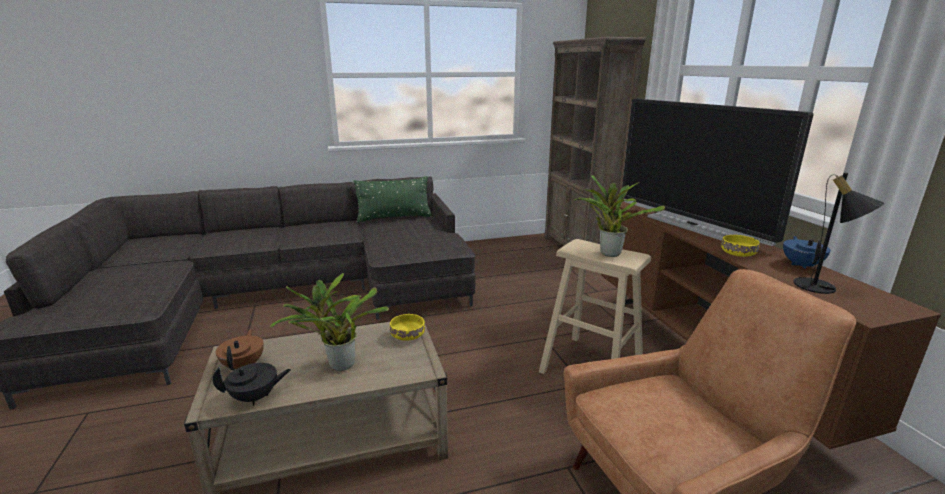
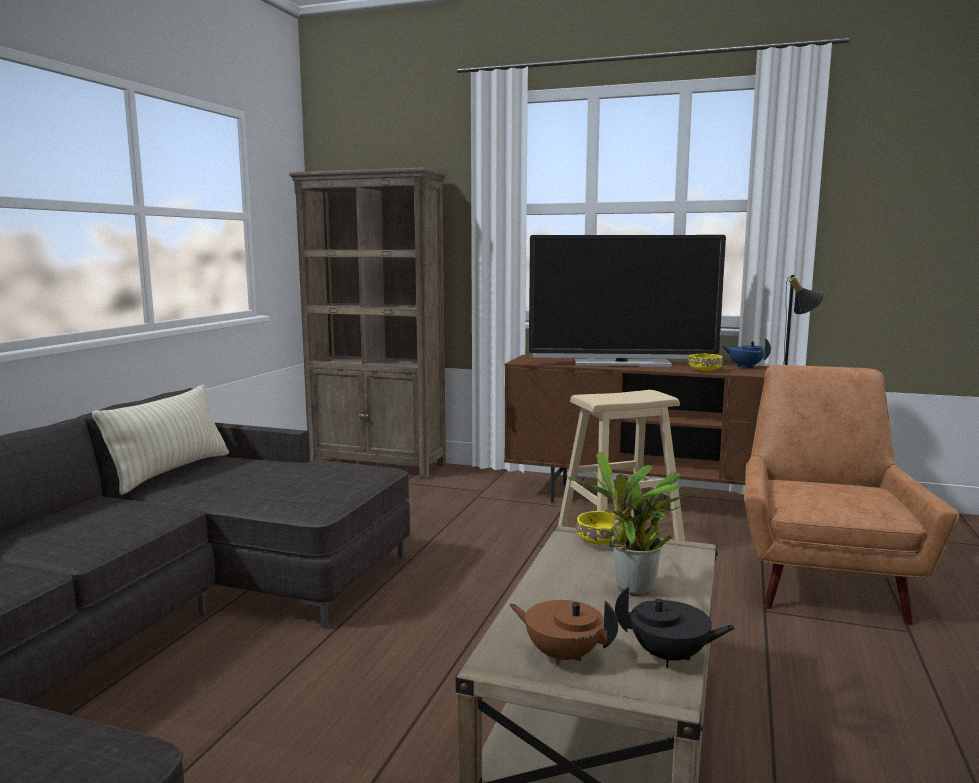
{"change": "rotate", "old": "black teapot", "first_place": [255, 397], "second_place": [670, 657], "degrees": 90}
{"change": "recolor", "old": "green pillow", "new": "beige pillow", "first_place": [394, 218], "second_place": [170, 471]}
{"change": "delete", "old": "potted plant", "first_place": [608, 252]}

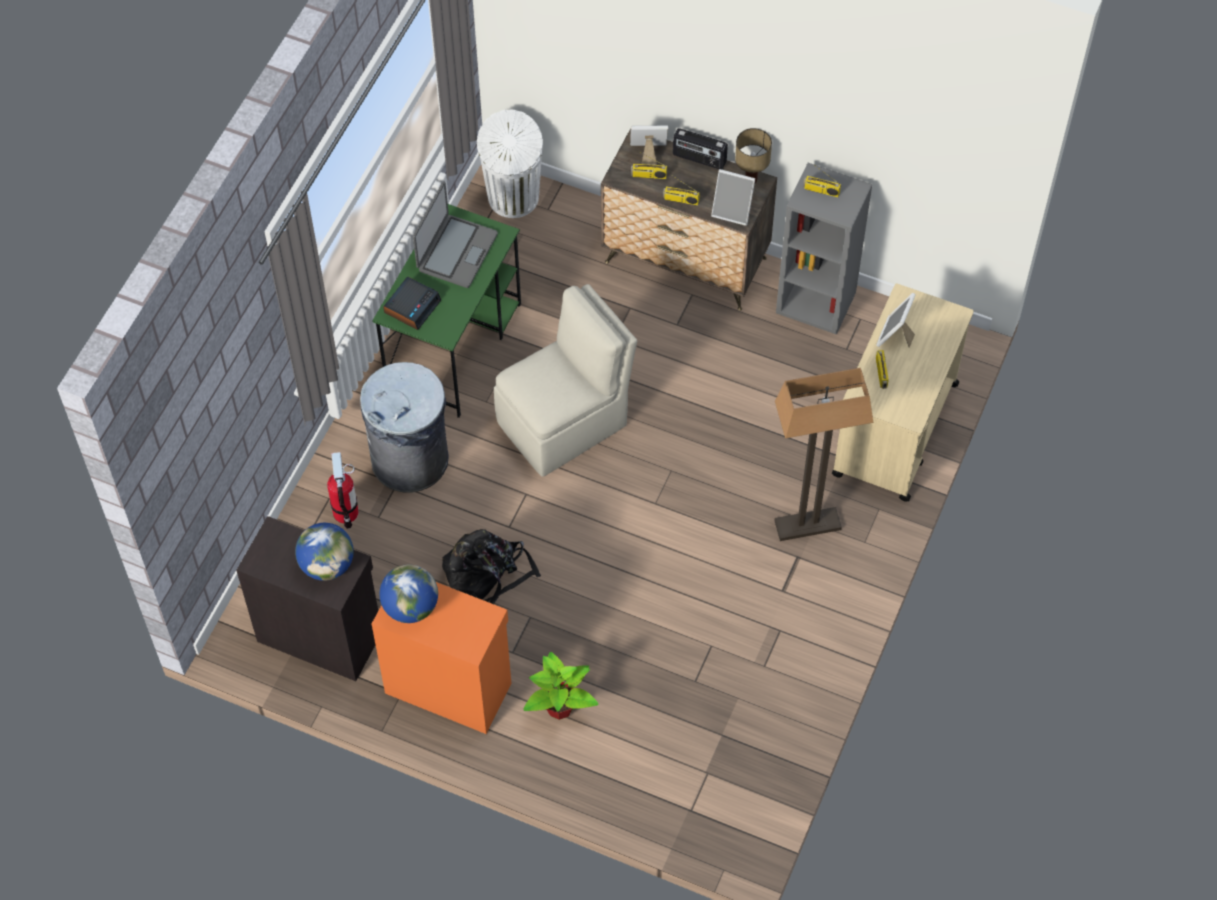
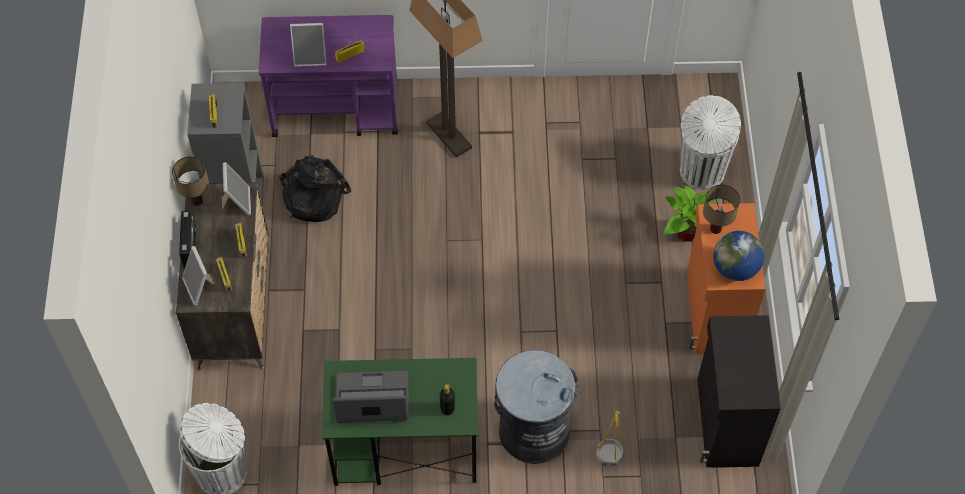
{"change": "delete", "old": "globe", "first_place": [327, 565]}
{"change": "replace", "old": "fire extinguisher", "new": "yellow planter", "first_place": [346, 512], "second_place": [609, 457]}
{"change": "replace", "old": "alarm clock", "new": "black bottle", "first_place": [412, 306], "second_place": [447, 409]}
{"change": "move", "old": "black backpack", "first_place": [487, 575], "second_place": [312, 196]}
{"change": "delete", "old": "beige chair", "first_place": [565, 422]}
{"change": "recolor", "old": "beige cart", "new": "purple cart", "first_place": [894, 430], "second_place": [336, 110]}
{"change": "insert", "new": "white trash can", "second_place": [701, 172]}
{"change": "insert", "new": "table lamp", "second_place": [716, 229]}

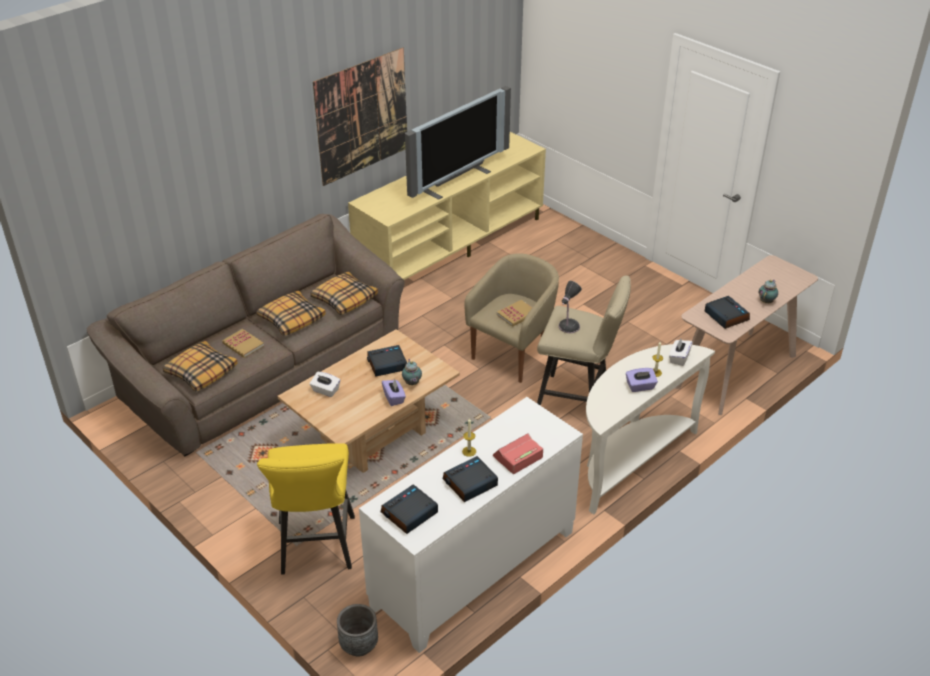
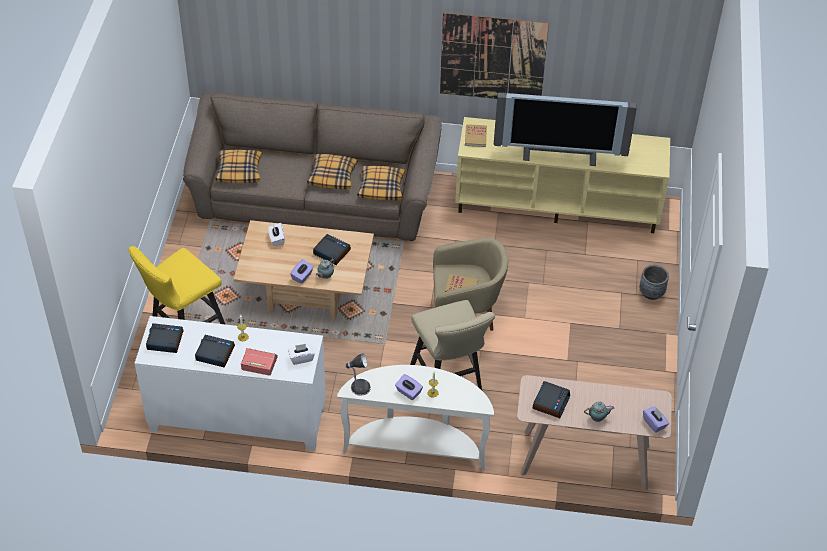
{"change": "move", "old": "book", "first_place": [243, 345], "second_place": [475, 136]}
{"change": "move", "old": "grey planter", "first_place": [359, 645], "second_place": [651, 293]}
{"change": "move", "old": "table lamp", "first_place": [568, 327], "second_place": [359, 387]}
{"change": "move", "old": "white tissue box", "first_place": [679, 358], "second_place": [301, 358]}
{"change": "insert", "new": "purple tissue box", "second_place": [654, 423]}

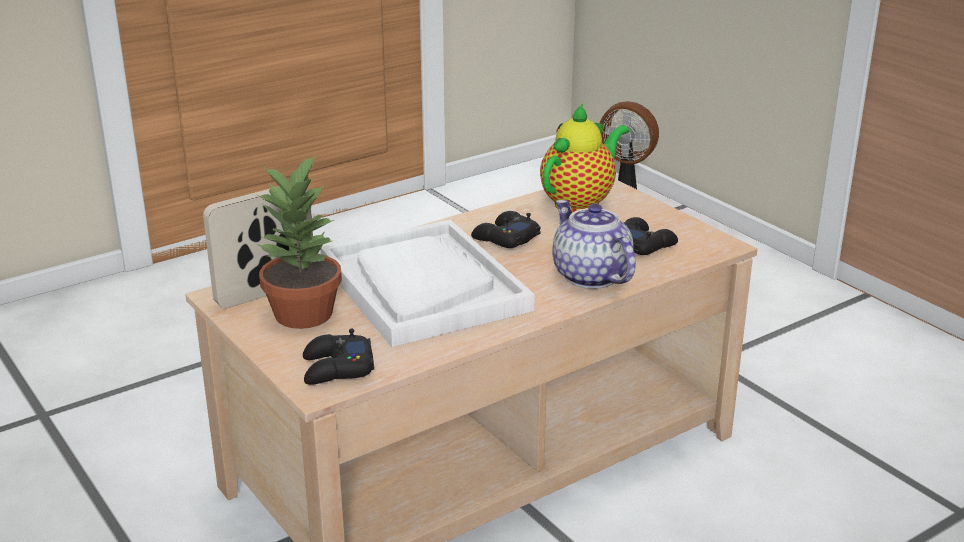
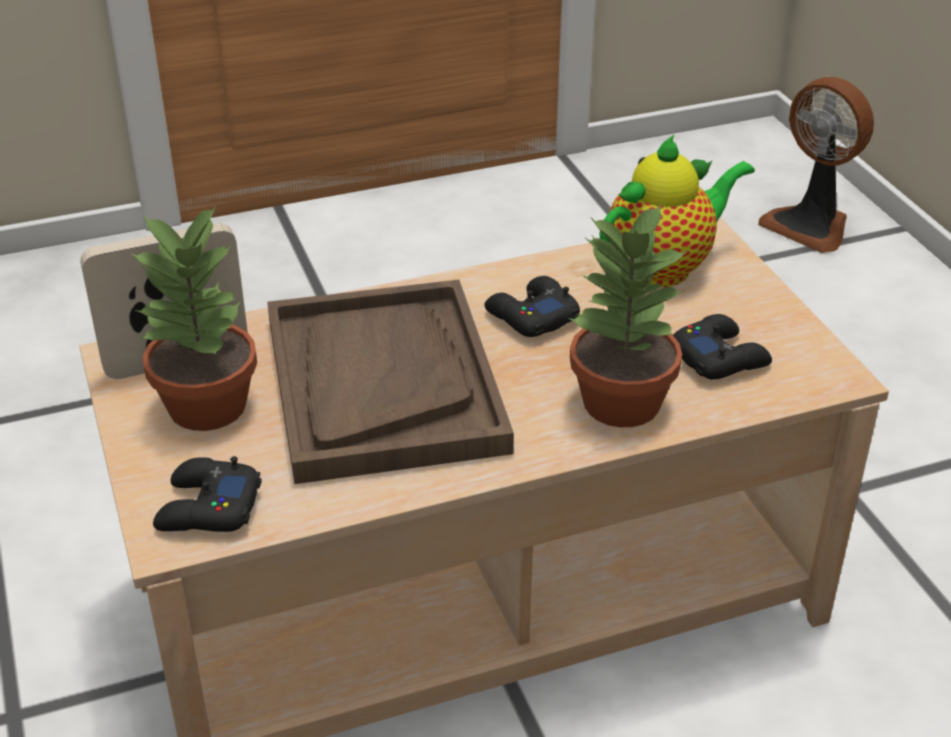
{"change": "recolor", "old": "white tray", "new": "brown tray", "first_place": [422, 286], "second_place": [383, 383]}
{"change": "replace", "old": "teapot", "new": "potted plant", "first_place": [589, 276], "second_place": [619, 403]}

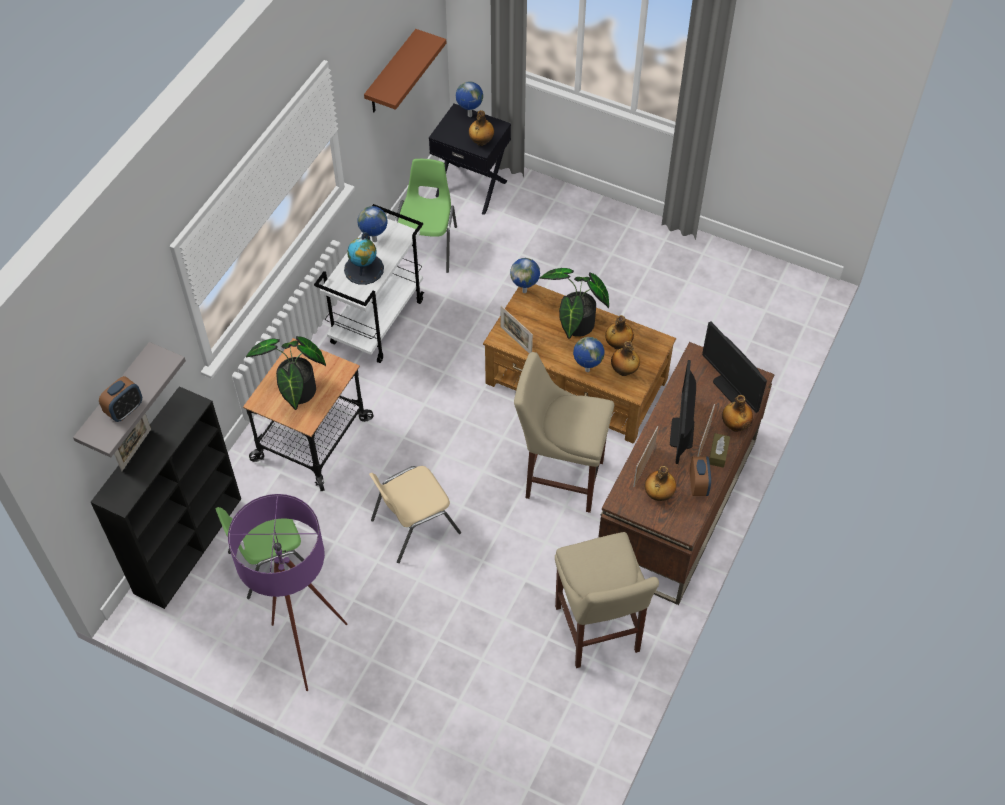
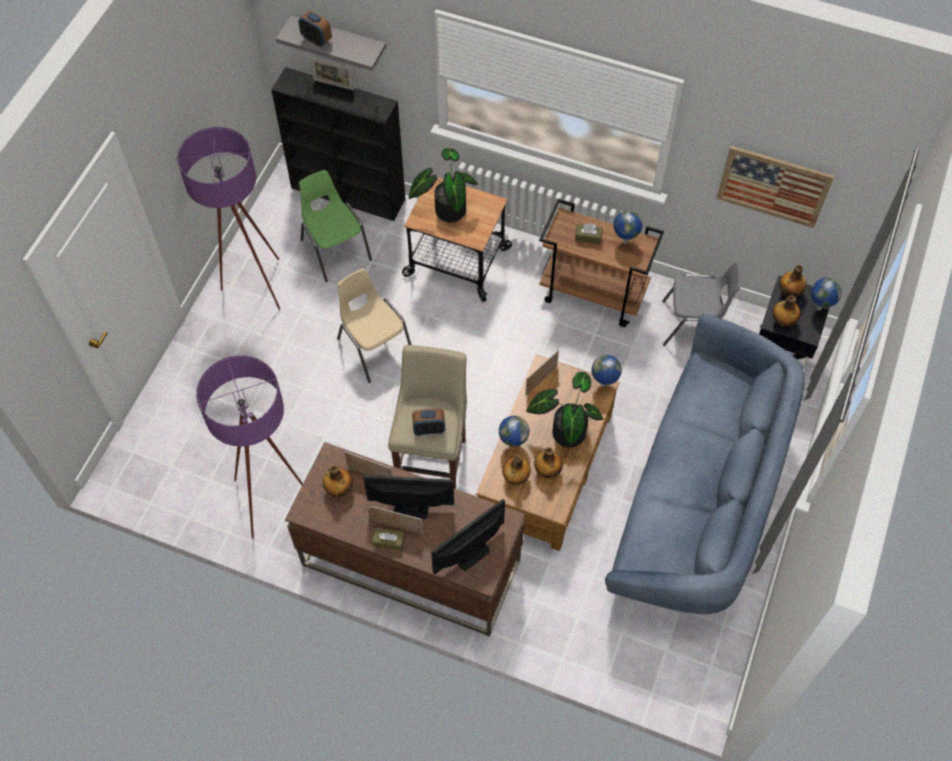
{"change": "recolor", "old": "white cart", "new": "brown cart", "first_place": [377, 321], "second_place": [594, 294]}
{"change": "replace", "old": "globe", "new": "brown tissue box", "first_place": [364, 269], "second_place": [588, 237]}
{"change": "replace", "old": "brown shelf", "new": "picture", "first_place": [391, 74], "second_place": [773, 186]}
{"change": "recolor", "old": "green chair", "new": "grey chair", "first_place": [428, 245], "second_place": [694, 325]}
{"change": "replace", "old": "beige stool", "new": "purple floor lamp", "first_place": [598, 633], "second_place": [272, 498]}
{"change": "move", "old": "alarm clock", "first_place": [698, 485], "second_place": [429, 430]}
{"change": "move", "old": "bottle", "first_place": [735, 425], "second_place": [789, 292]}
{"change": "insert", "new": "blue sofa", "second_place": [698, 499]}

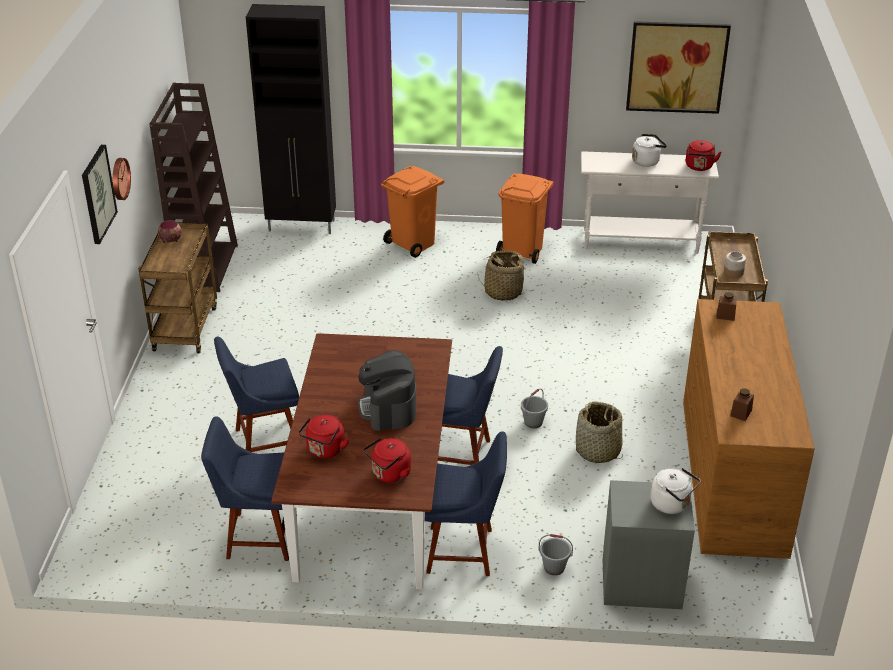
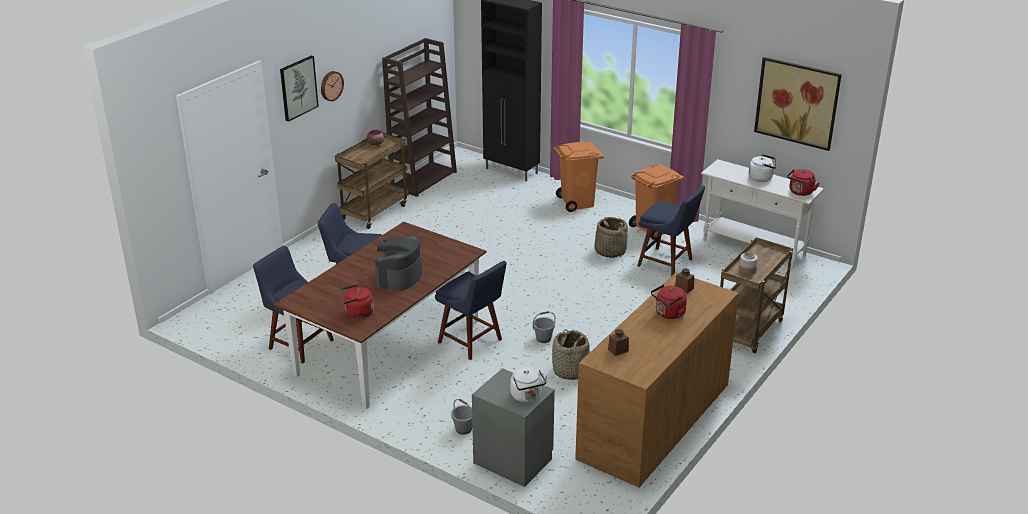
{"change": "move", "old": "red kettle", "first_place": [325, 451], "second_place": [668, 314]}
{"change": "move", "old": "blue chair", "first_place": [464, 551], "second_place": [667, 263]}

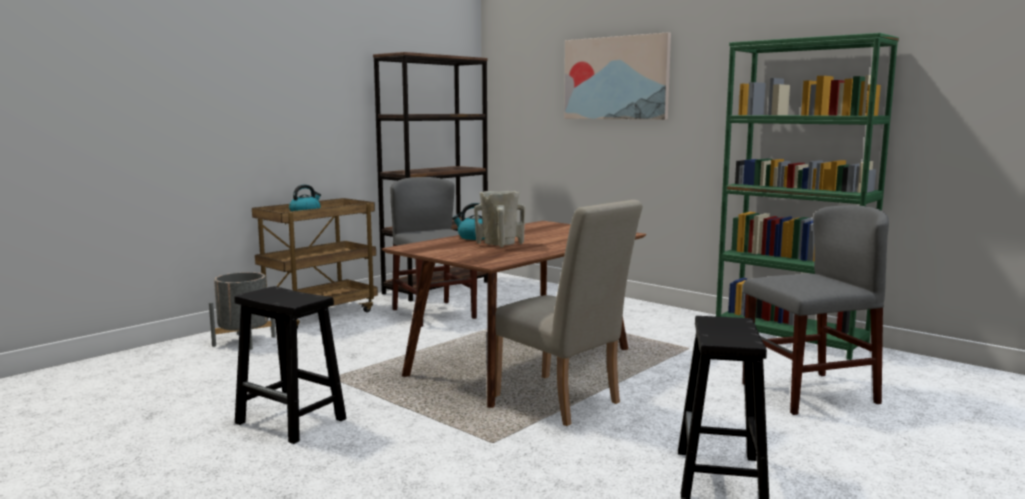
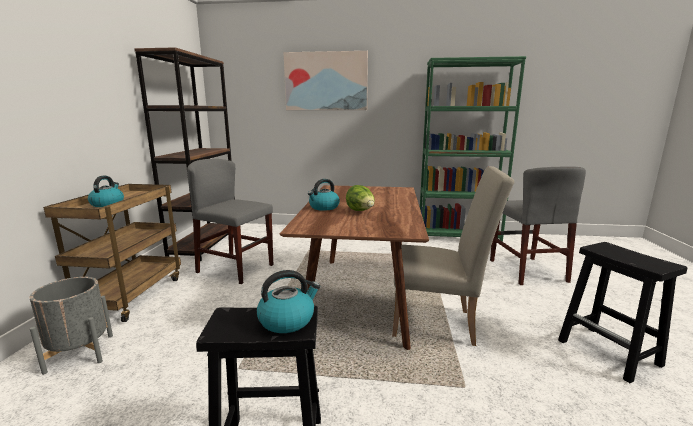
{"change": "replace", "old": "beige vase", "new": "lettuce", "first_place": [499, 244], "second_place": [361, 211]}
{"change": "rotate", "old": "grey chair", "first_place": [808, 393], "second_place": [527, 270], "degrees": 135}
{"change": "insert", "new": "kettle", "second_place": [287, 320]}

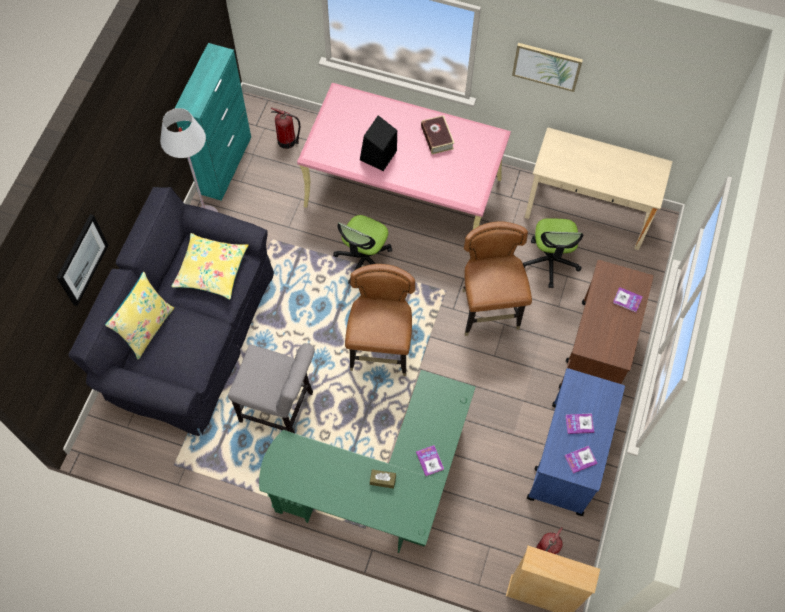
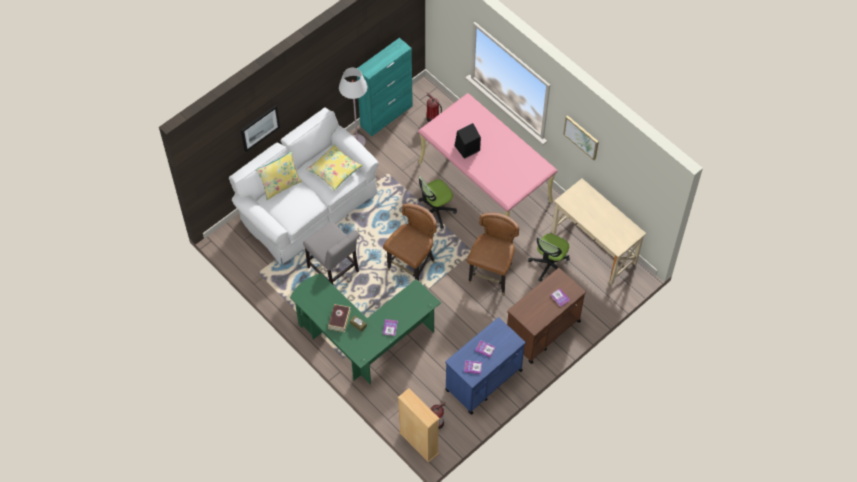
{"change": "recolor", "old": "black sofa", "new": "white sofa", "first_place": [189, 334], "second_place": [307, 205]}
{"change": "move", "old": "book", "first_place": [437, 138], "second_place": [339, 319]}

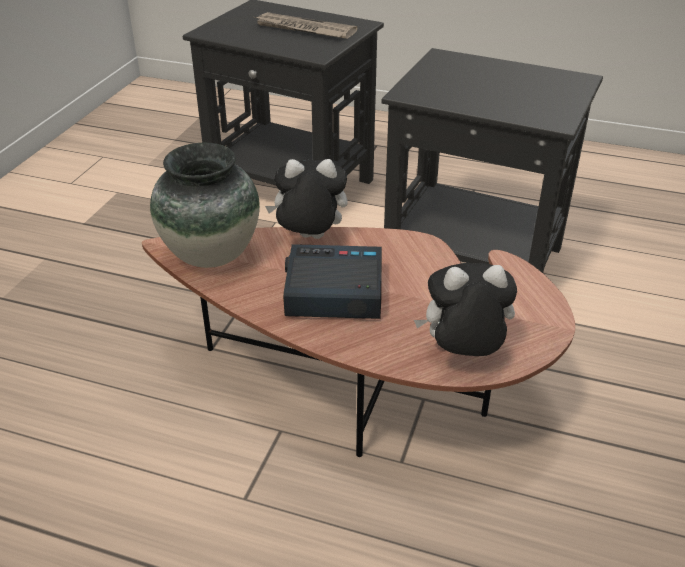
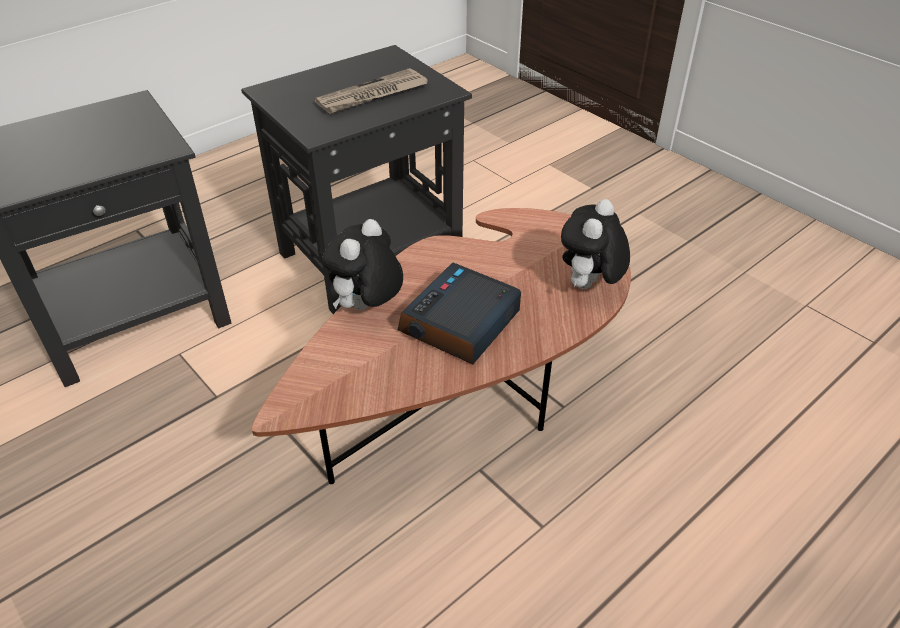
{"change": "delete", "old": "vase", "first_place": [211, 256]}
{"change": "move", "old": "newspaper", "first_place": [304, 29], "second_place": [372, 95]}

